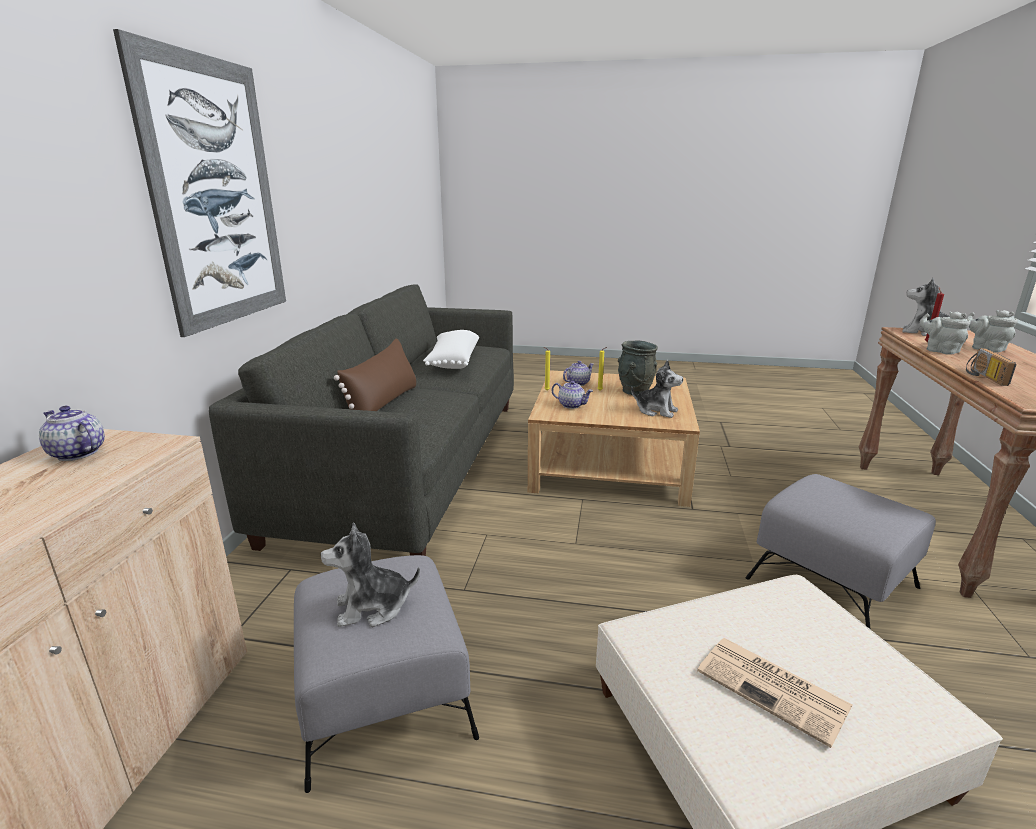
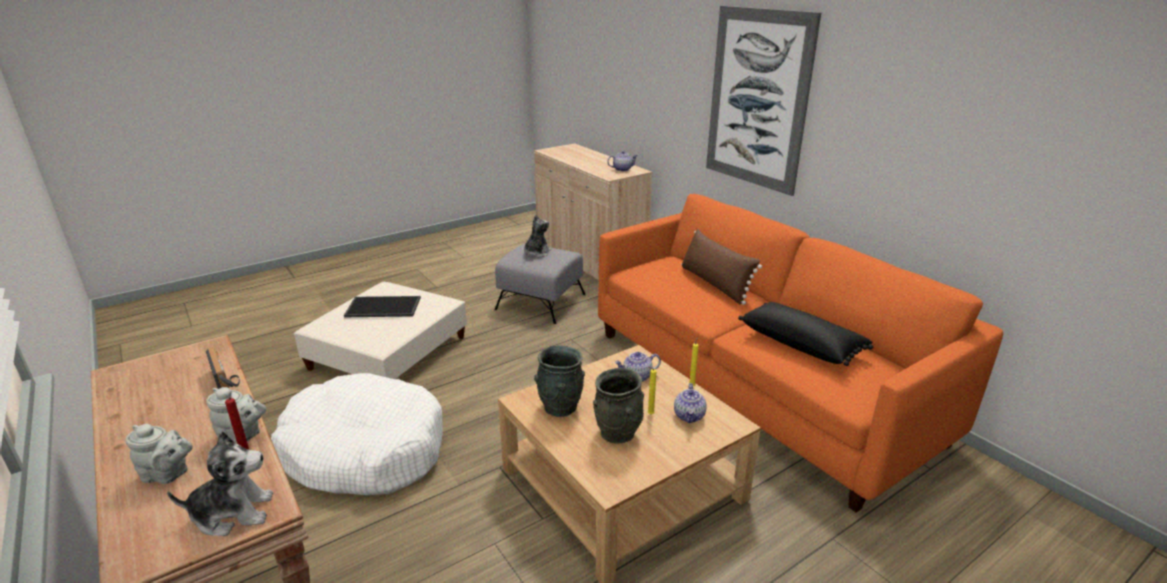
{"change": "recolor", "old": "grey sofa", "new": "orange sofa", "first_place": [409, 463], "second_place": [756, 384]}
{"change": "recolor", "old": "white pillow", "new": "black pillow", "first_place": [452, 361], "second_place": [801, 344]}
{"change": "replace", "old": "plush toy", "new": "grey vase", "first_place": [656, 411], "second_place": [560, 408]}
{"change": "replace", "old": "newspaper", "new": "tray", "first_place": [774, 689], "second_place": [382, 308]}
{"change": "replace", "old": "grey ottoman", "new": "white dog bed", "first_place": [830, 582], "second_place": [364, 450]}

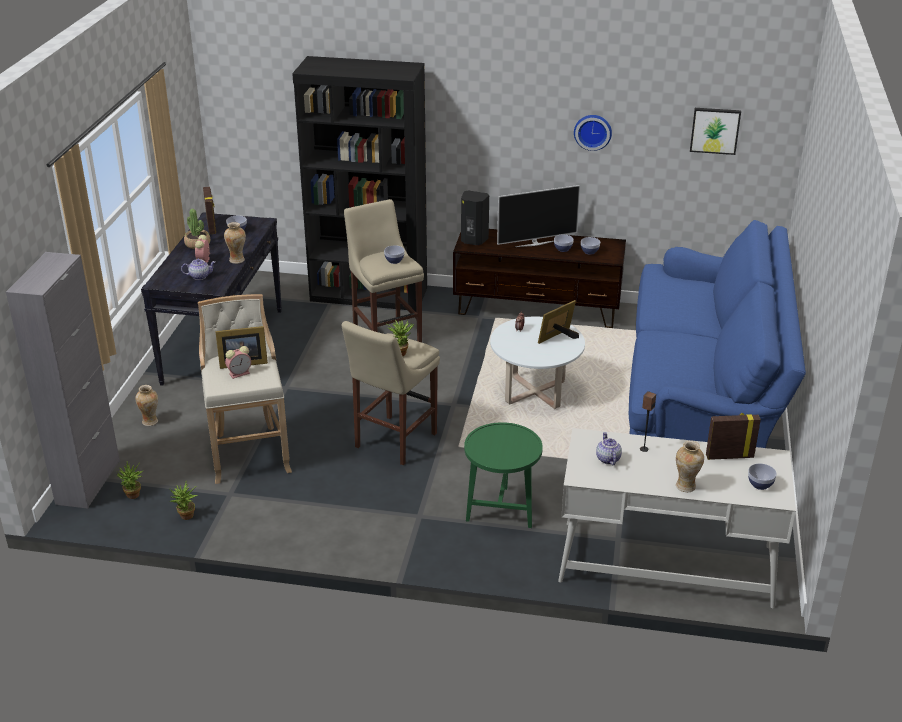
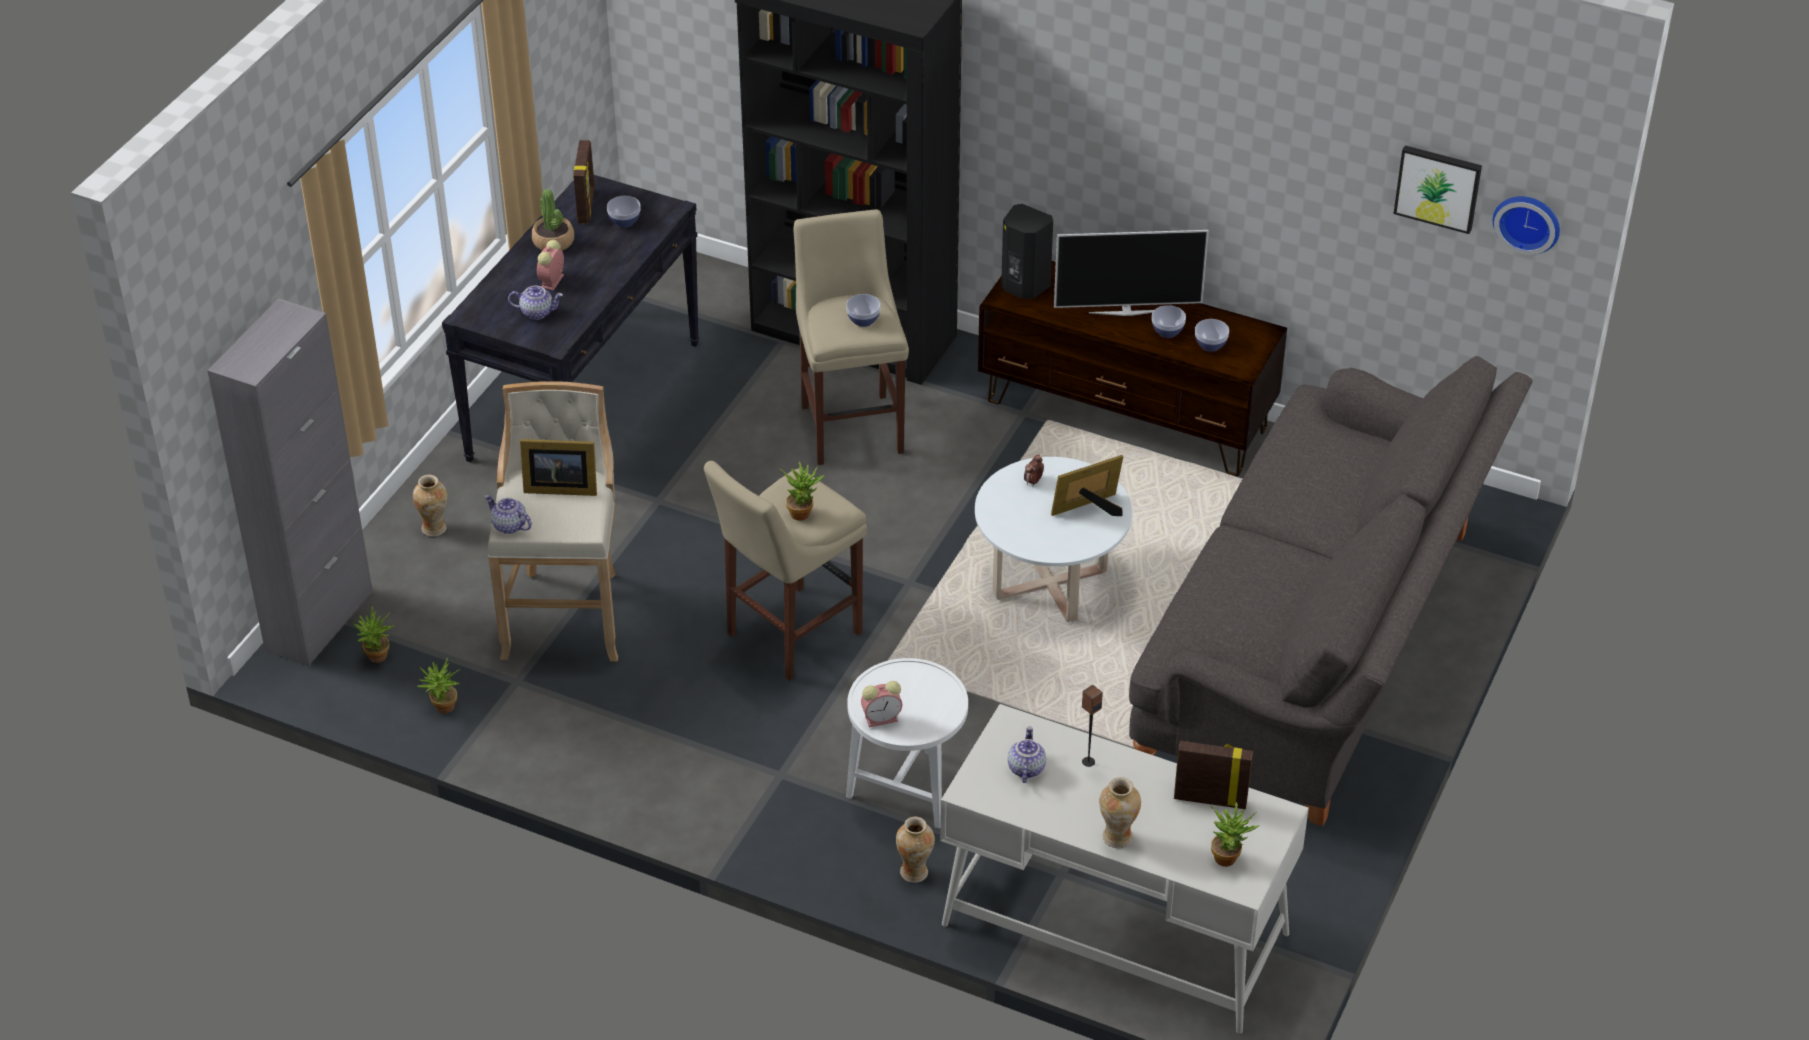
{"change": "move", "old": "vase", "first_place": [237, 260], "second_place": [915, 872]}
{"change": "move", "old": "alarm clock", "first_place": [240, 373], "second_place": [882, 718]}
{"change": "recolor", "old": "green side table", "new": "white side table", "first_place": [501, 509], "second_place": [907, 787]}
{"change": "move", "old": "wall clock", "first_place": [593, 131], "second_place": [1527, 221]}
{"change": "recolor", "old": "blue sofa", "new": "grey sofa", "first_place": [702, 399], "second_place": [1319, 648]}
{"change": "replace", "old": "bowl", "new": "potted plant", "first_place": [760, 484], "second_place": [1229, 857]}
{"change": "insert", "new": "teapot", "second_place": [509, 526]}

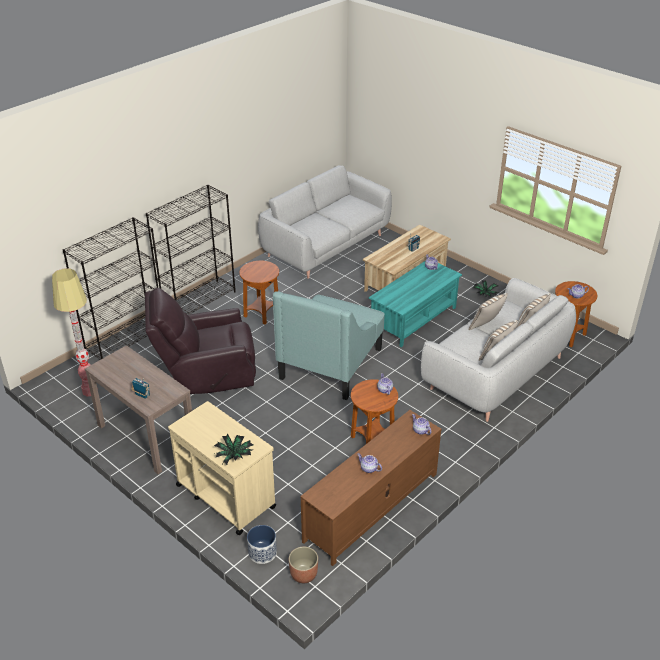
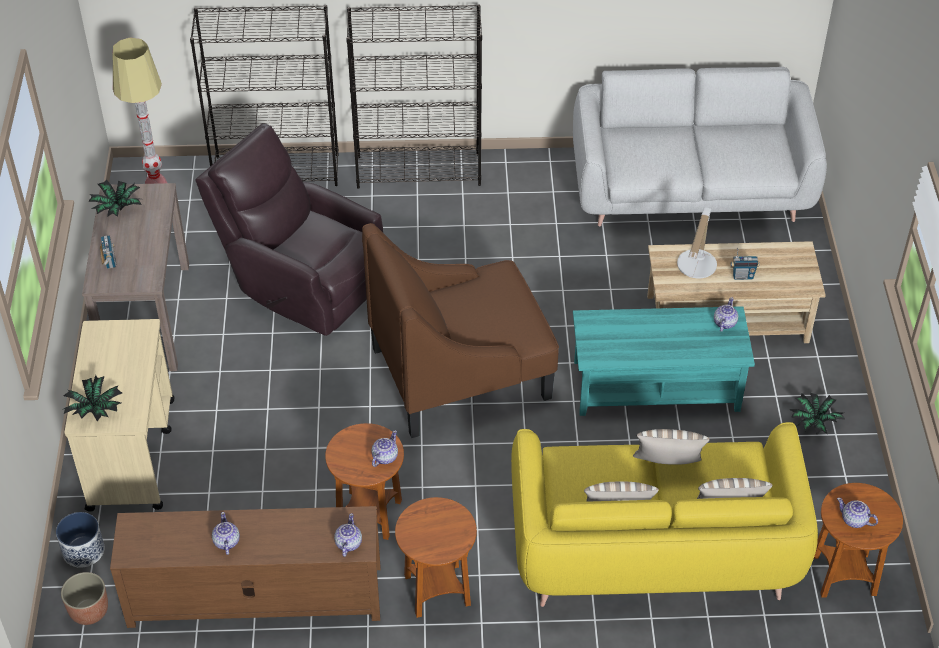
{"change": "move", "old": "brown side table", "first_place": [261, 313], "second_place": [437, 590]}
{"change": "recolor", "old": "turquoise armchair", "new": "brown armchair", "first_place": [331, 362], "second_place": [462, 372]}
{"change": "recolor", "old": "grey sofa", "new": "yellow sofa", "first_place": [495, 372], "second_place": [654, 548]}
{"change": "insert", "new": "potted plant", "second_place": [117, 208]}
{"change": "insert", "new": "table lamp", "second_place": [695, 269]}

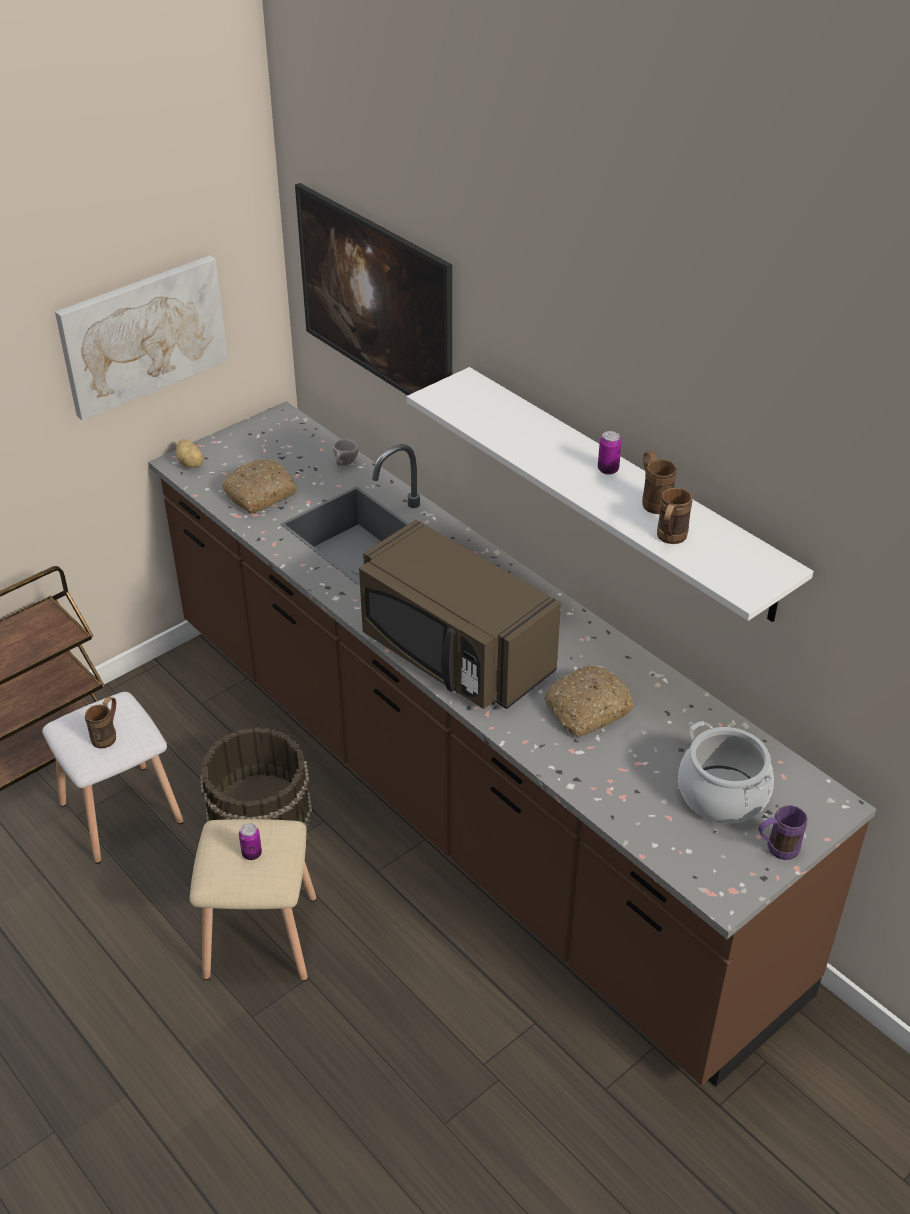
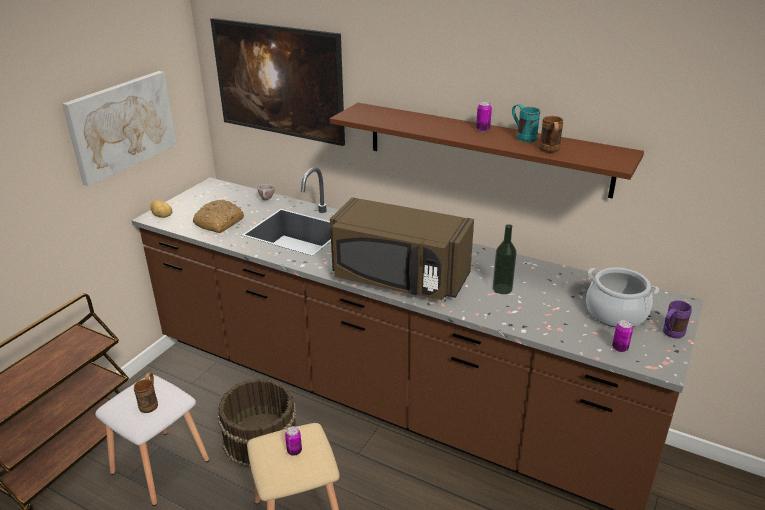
{"change": "recolor", "old": "white shelf", "new": "brown shelf", "first_place": [622, 491], "second_place": [485, 148]}
{"change": "replace", "old": "bread", "new": "bottle", "first_place": [587, 710], "second_place": [502, 289]}
{"change": "recolor", "old": "brown mug", "new": "turquoise mug", "first_place": [653, 501], "second_place": [523, 137]}
{"change": "insert", "new": "can", "second_place": [620, 348]}

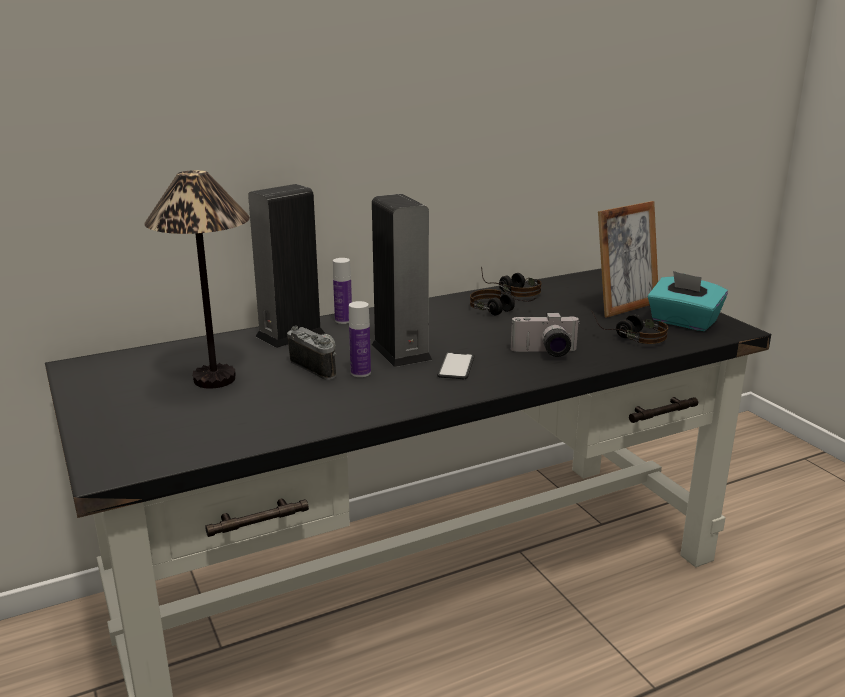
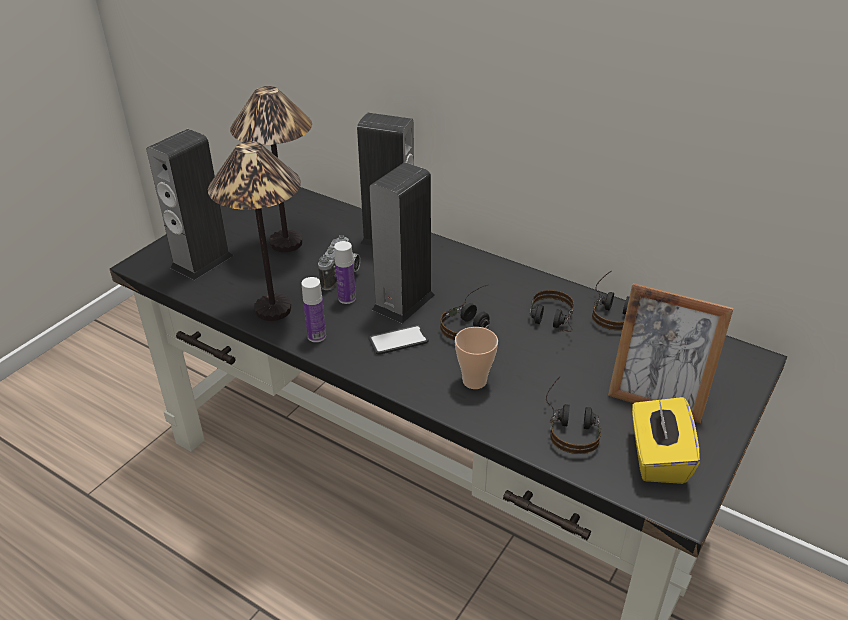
{"change": "move", "old": "bottle", "first_place": [343, 320], "second_place": [316, 336]}
{"change": "replace", "old": "photo camera", "new": "cup", "first_place": [545, 353], "second_place": [474, 381]}
{"change": "recolor", "old": "turquoise tissue box", "new": "yellow tissue box", "first_place": [683, 322], "second_place": [657, 457]}
{"change": "insert", "new": "speaker", "second_place": [202, 261]}
{"change": "insert", "new": "table lamp", "second_place": [273, 310]}
{"change": "insert", "new": "headphones", "second_place": [471, 322]}

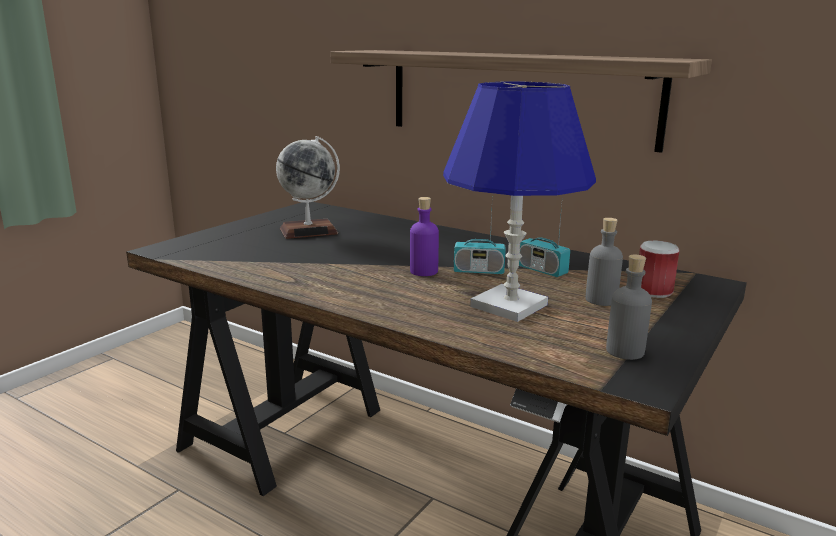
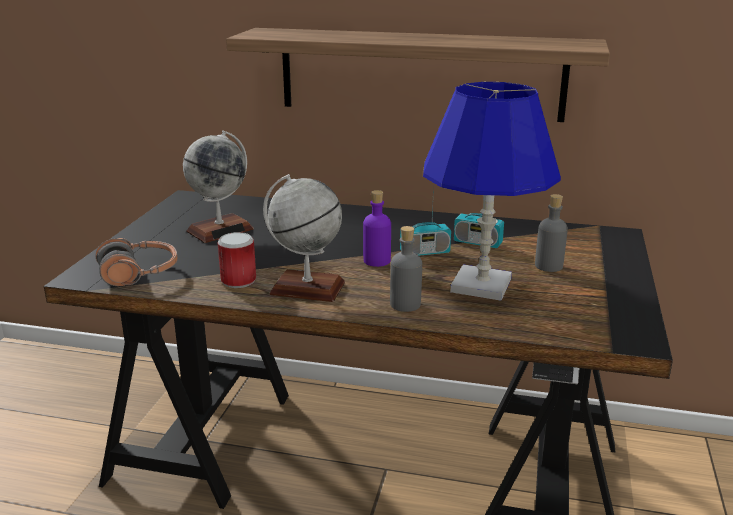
{"change": "move", "old": "grey bottle", "first_place": [625, 351], "second_place": [405, 304]}
{"change": "move", "old": "can", "first_place": [653, 291], "second_place": [238, 281]}
{"change": "insert", "new": "headphones", "second_place": [139, 274]}
{"change": "insert", "new": "globe", "second_place": [307, 288]}

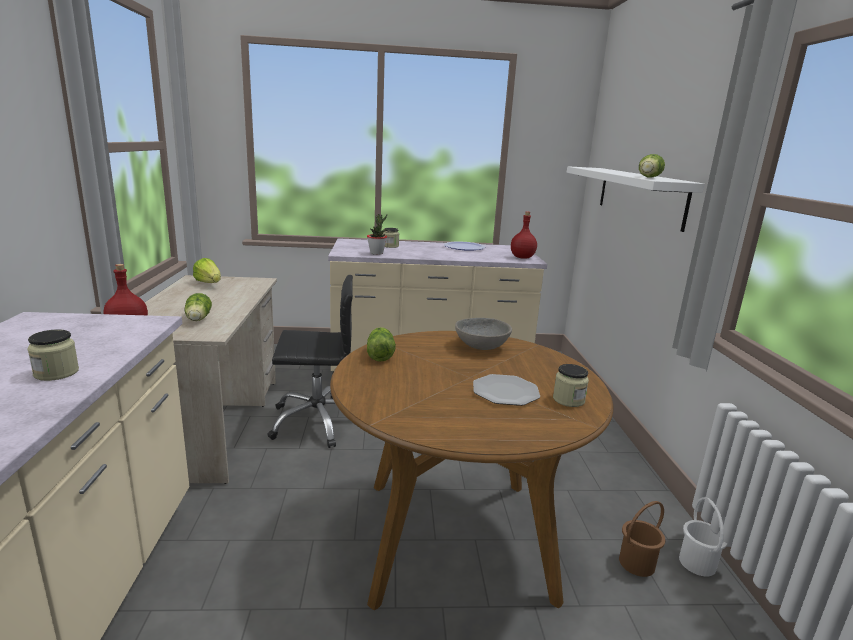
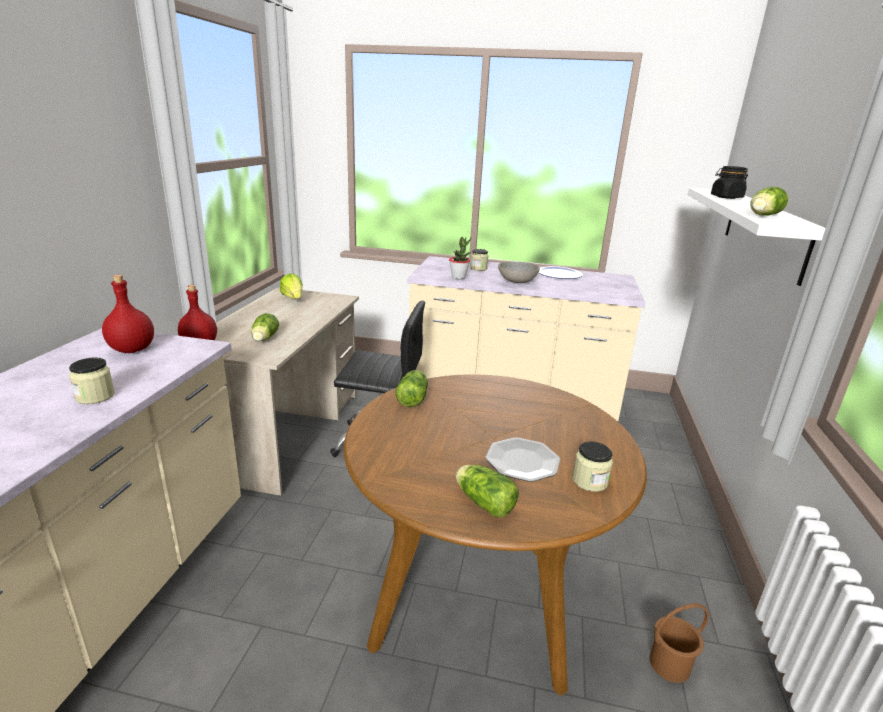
{"change": "move", "old": "grey bowl", "first_place": [481, 346], "second_place": [517, 281]}
{"change": "move", "old": "red bottle", "first_place": [522, 257], "second_place": [132, 350]}
{"change": "delete", "old": "white bucket", "first_place": [697, 563]}
{"change": "insert", "new": "lettuce", "second_place": [483, 501]}
{"change": "insert", "new": "black jar", "second_place": [726, 197]}

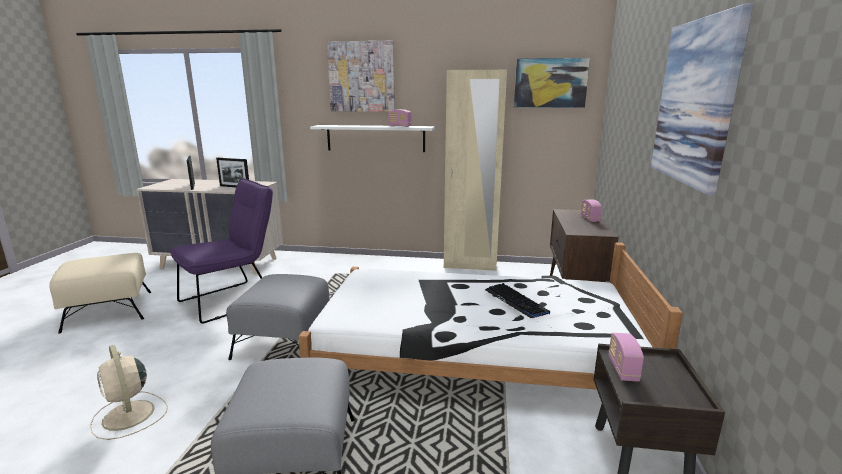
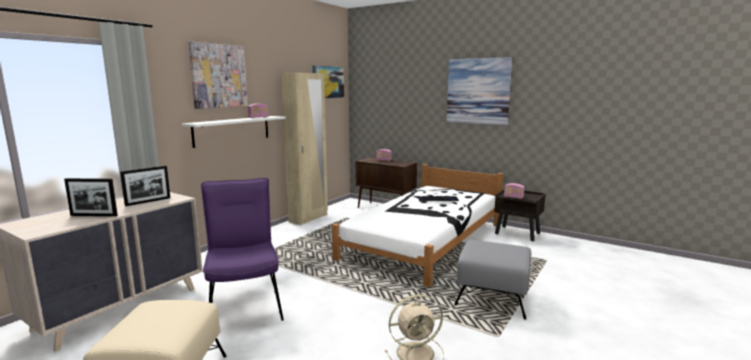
{"change": "delete", "old": "grey ottoman", "first_place": [284, 341]}

